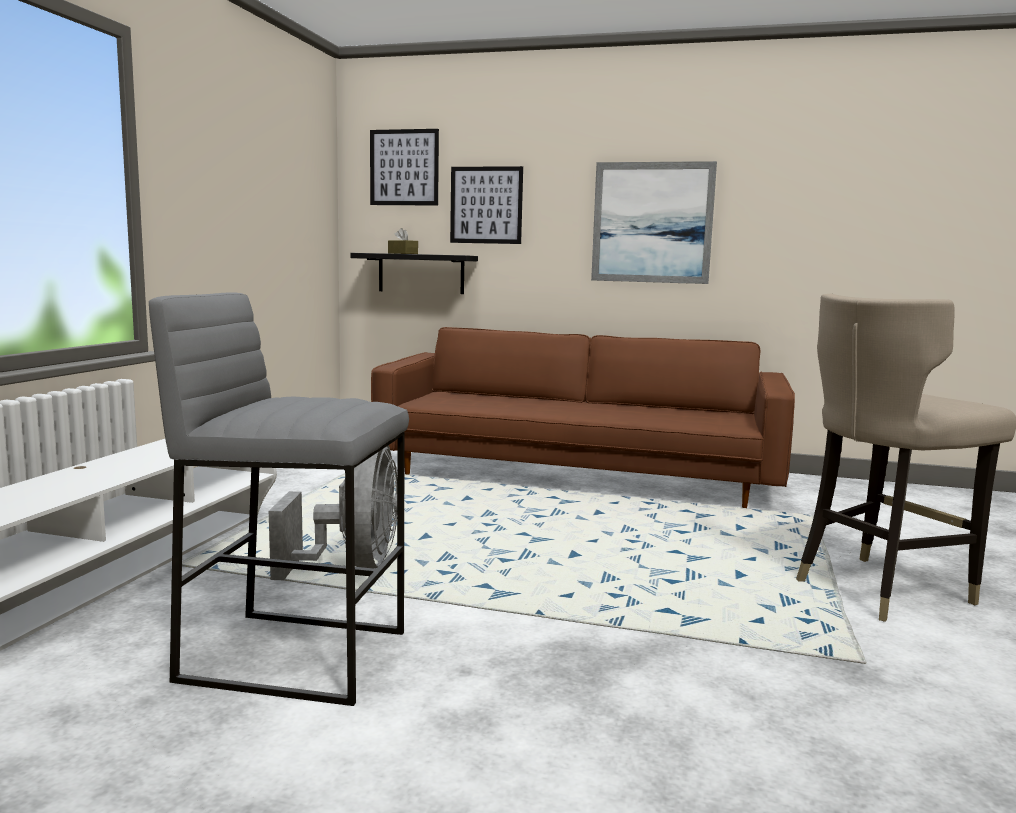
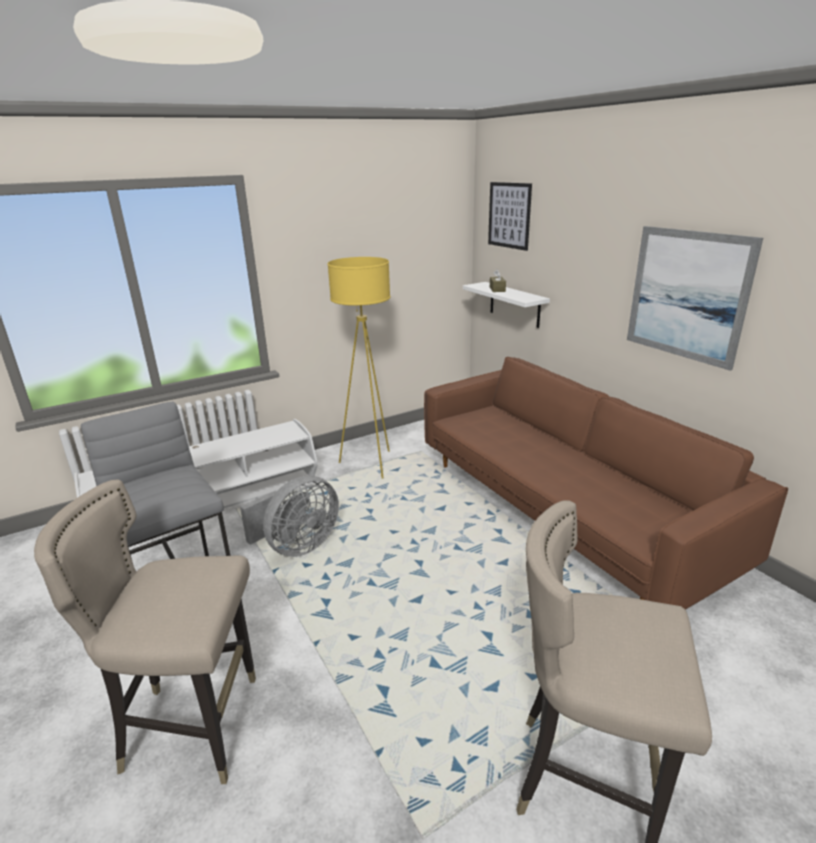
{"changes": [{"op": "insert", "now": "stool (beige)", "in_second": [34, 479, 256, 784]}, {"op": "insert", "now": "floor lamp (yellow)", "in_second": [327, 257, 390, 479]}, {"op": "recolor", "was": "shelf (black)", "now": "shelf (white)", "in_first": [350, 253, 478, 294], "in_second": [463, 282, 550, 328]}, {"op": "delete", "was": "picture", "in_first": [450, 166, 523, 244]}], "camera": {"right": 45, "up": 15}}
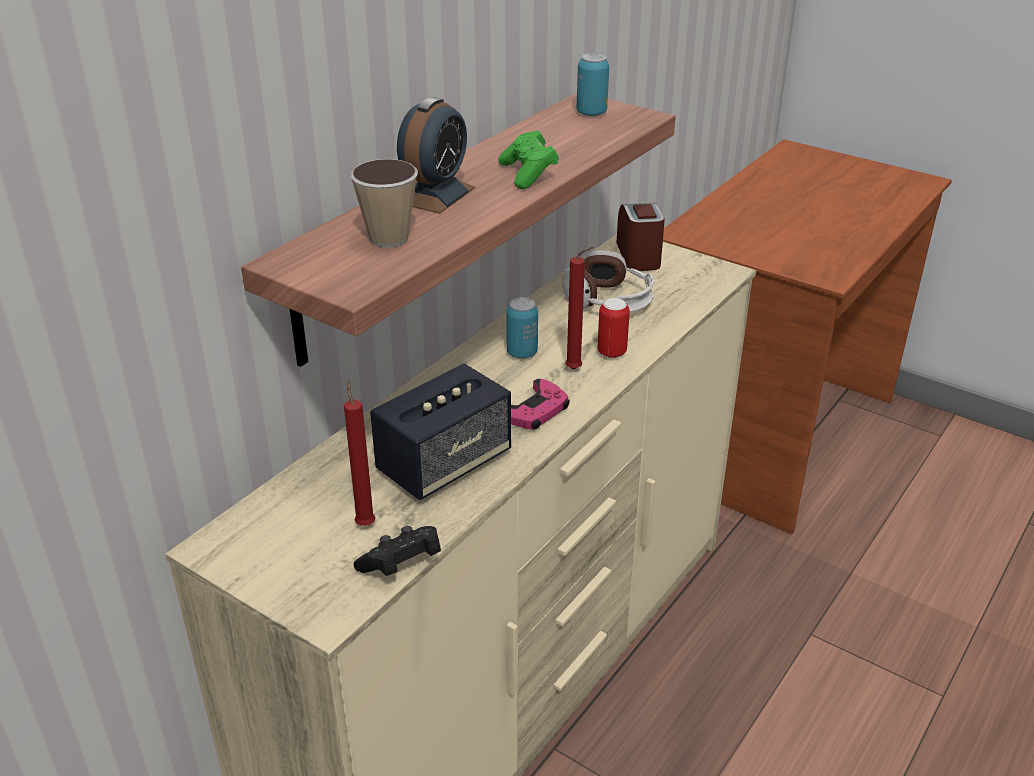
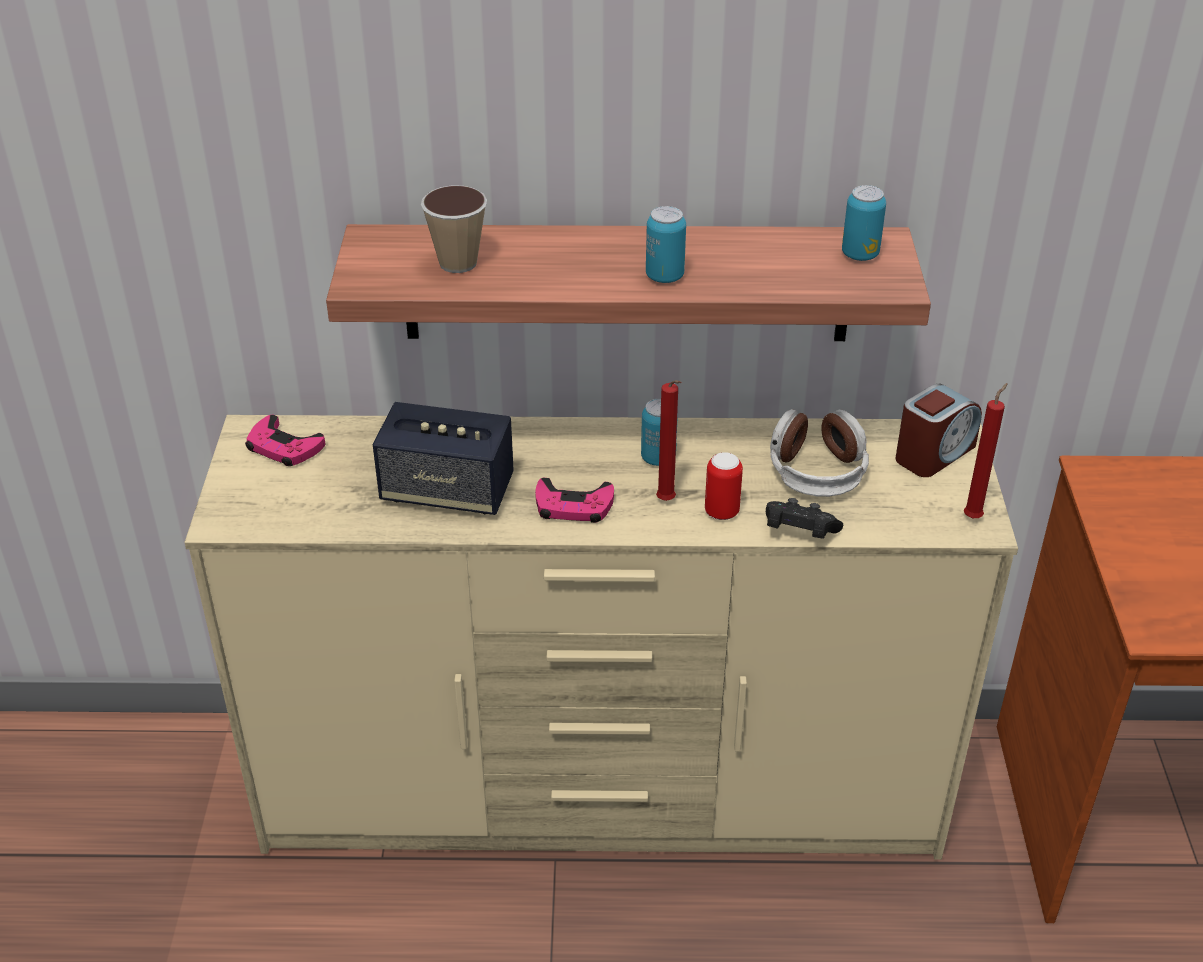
{"changes": [{"op": "insert", "now": "game controller (pink)", "in_second": [245, 415, 325, 466]}, {"op": "replace", "was": "game controller (green)", "now": "can", "in_first": [498, 130, 559, 189], "in_second": [646, 206, 686, 283]}, {"op": "move", "was": "game controller (black)", "in_first": [353, 526, 441, 576], "in_second": [766, 498, 843, 539]}, {"op": "move", "was": "candle (red)", "in_first": [344, 379, 376, 526], "in_second": [964, 383, 1008, 518]}, {"op": "delete", "was": "alarm clock", "in_first": [397, 97, 475, 214]}], "camera": {"right": 55, "up": 5}}
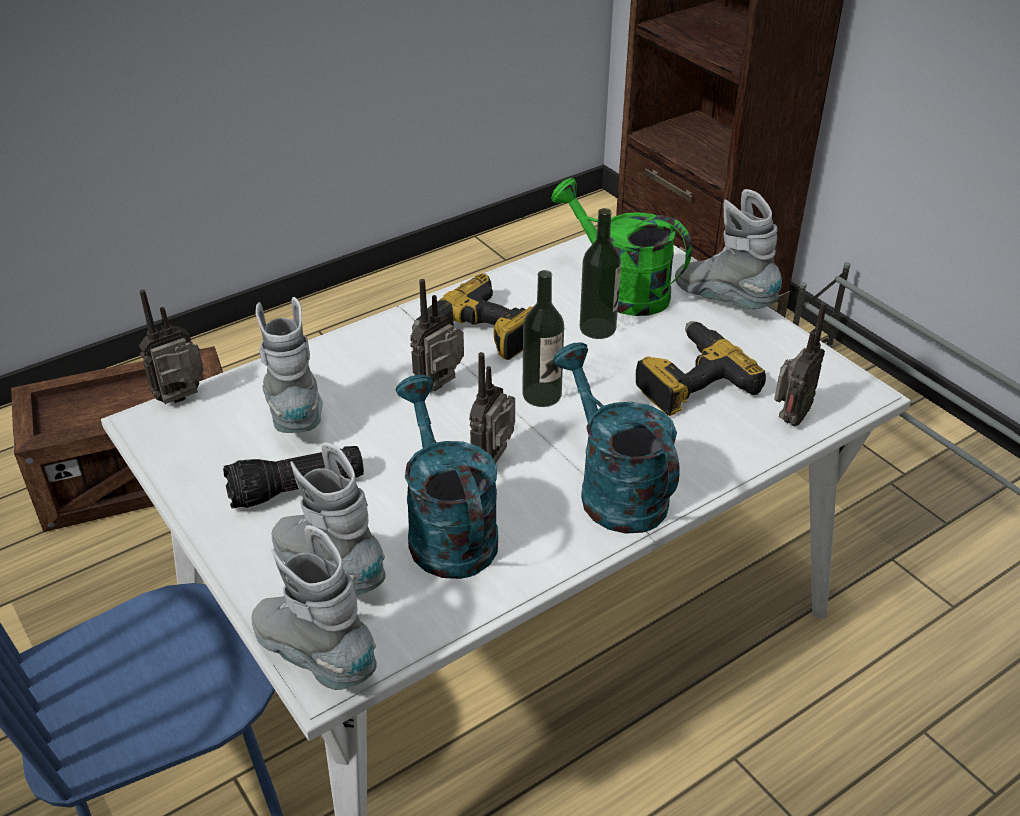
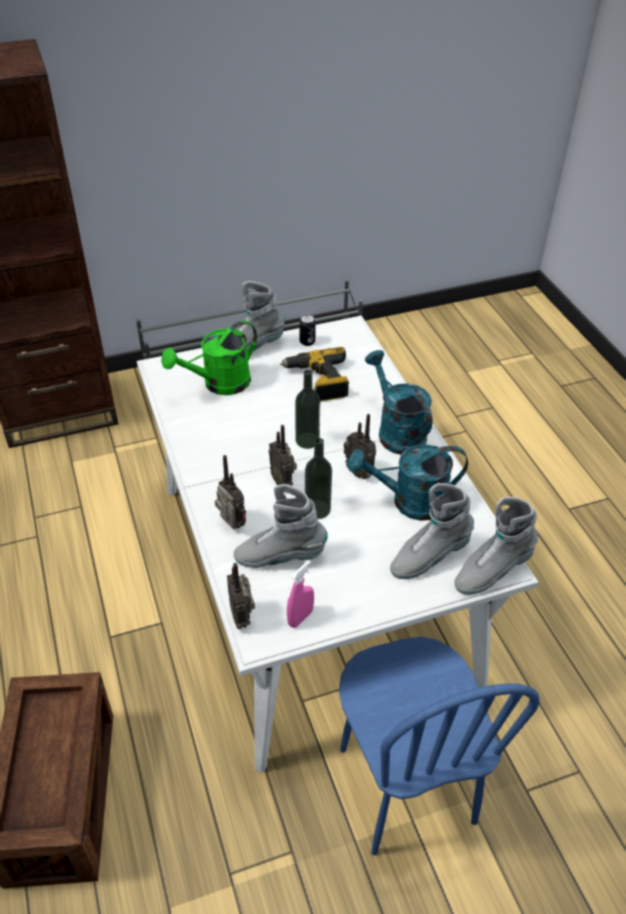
{"changes": [{"op": "move", "was": "radio", "in_first": [774, 302, 827, 426], "in_second": [215, 455, 246, 529]}, {"op": "insert", "now": "spray bottle (pink)", "in_second": [287, 560, 314, 628]}, {"op": "insert", "now": "can", "in_second": [300, 314, 316, 346]}, {"op": "move", "was": "bottle", "in_first": [580, 208, 621, 339], "in_second": [305, 438, 332, 519]}, {"op": "rotate", "was": "watering can (turquoise)", "in_first": [553, 342, 680, 534], "in_second": [365, 350, 432, 455], "clockwise": 75}, {"op": "delete", "was": "flashlight", "in_first": [223, 446, 364, 509]}, {"op": "delete", "was": "power drill", "in_first": [412, 273, 533, 360]}], "camera": {"right": -75, "up": 5}}
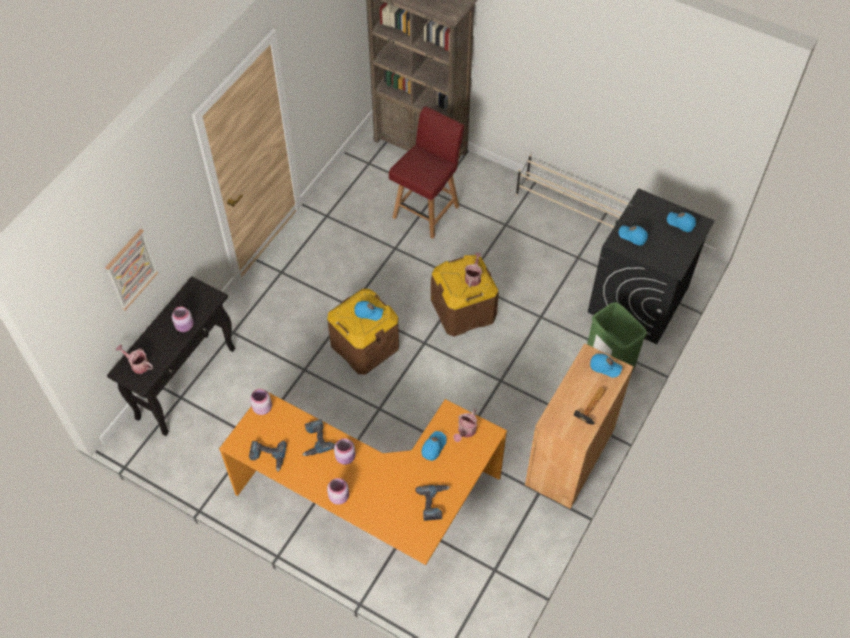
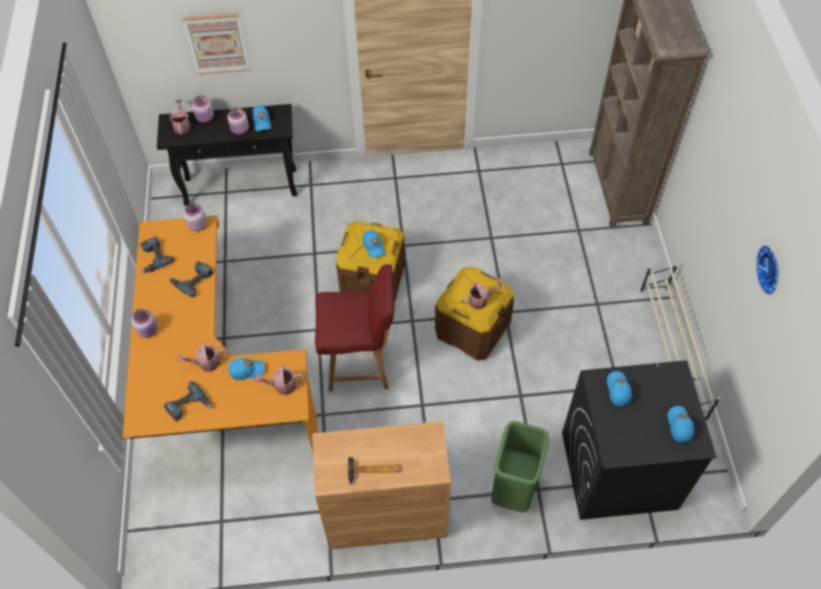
{"changes": [{"op": "insert", "now": "watering can", "in_second": [178, 342, 227, 372]}, {"op": "move", "was": "jar (pink)", "in_first": [334, 438, 356, 465], "in_second": [192, 95, 214, 123]}, {"op": "move", "was": "cap (blue)", "in_first": [590, 354, 622, 378], "in_second": [252, 105, 271, 131]}, {"op": "move", "was": "chair (red)", "in_first": [389, 106, 464, 239], "in_second": [315, 264, 395, 392]}, {"op": "insert", "now": "wall clock", "in_second": [756, 245, 779, 295]}], "camera": {"right": 55, "up": 0}}
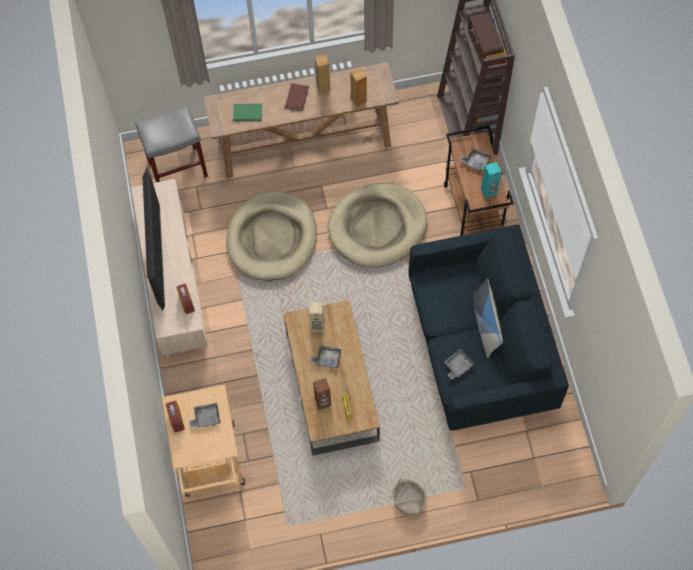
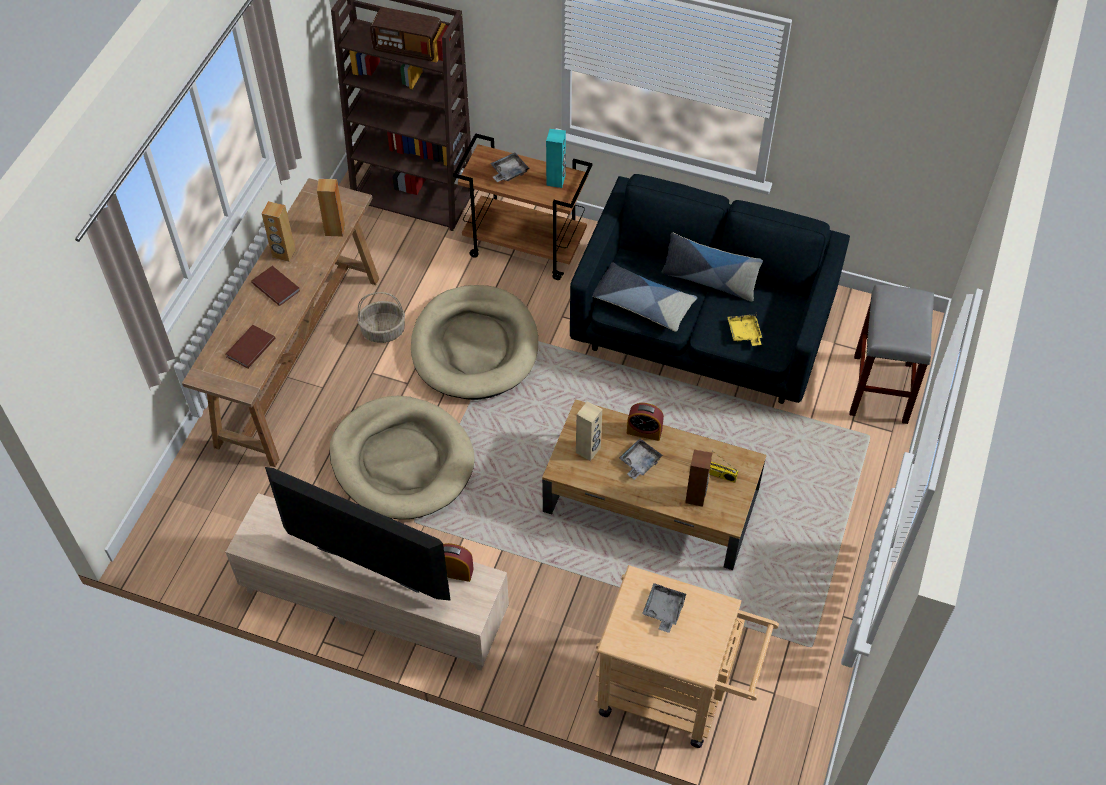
{"changes": [{"op": "recolor", "was": "book (green)", "now": "book (brown)", "in_first": [233, 104, 262, 121], "in_second": [226, 325, 275, 369]}, {"op": "move", "was": "basket", "in_first": [392, 479, 427, 516], "in_second": [357, 292, 405, 343]}, {"op": "insert", "now": "pillow", "in_second": [592, 262, 697, 332]}, {"op": "move", "was": "alarm clock", "in_first": [166, 401, 185, 433], "in_second": [627, 403, 664, 441]}, {"op": "recolor", "was": "tray (grey)", "now": "tray (yellow)", "in_first": [444, 349, 474, 379], "in_second": [727, 313, 762, 346]}, {"op": "move", "was": "stool (grey)", "in_first": [135, 105, 208, 182], "in_second": [849, 285, 934, 424]}], "camera": {"right": -60, "up": -10}}
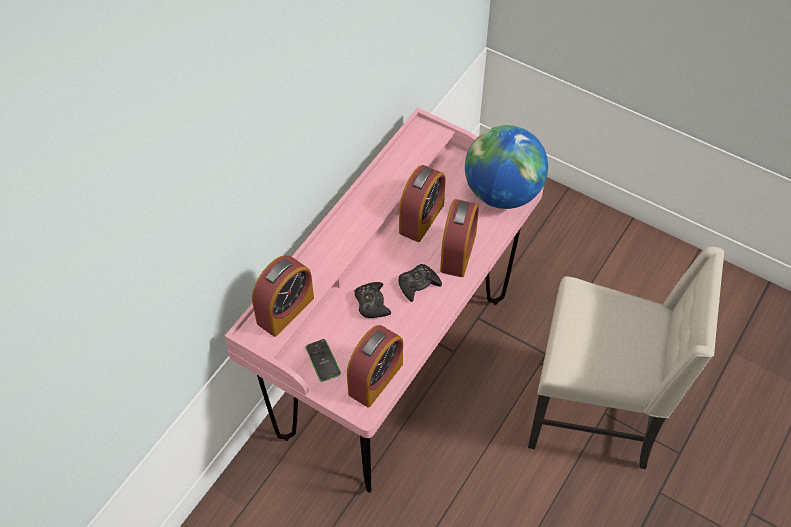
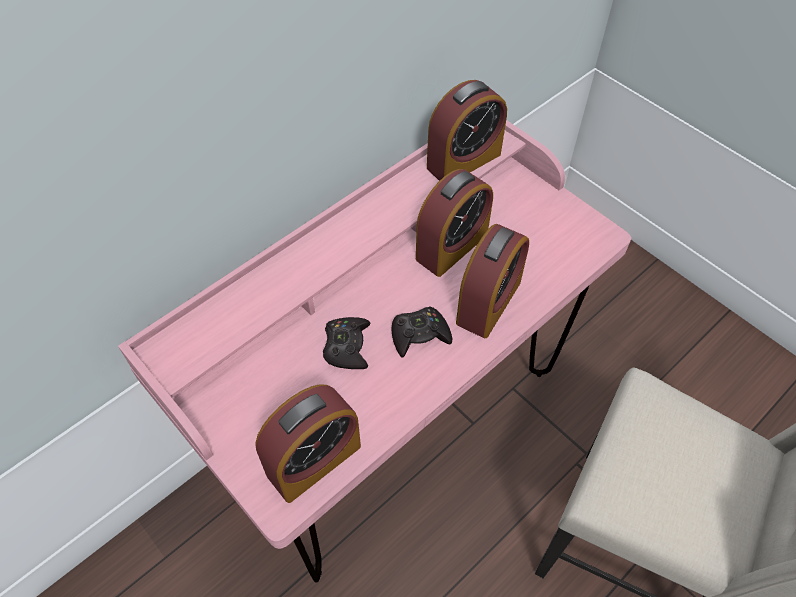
{"changes": [{"op": "move", "was": "alarm clock", "in_first": [252, 255, 314, 337], "in_second": [427, 80, 507, 181]}, {"op": "delete", "was": "phone", "in_first": [305, 339, 341, 382]}, {"op": "delete", "was": "globe", "in_first": [465, 125, 548, 209]}], "camera": {"right": 15, "up": 0}}
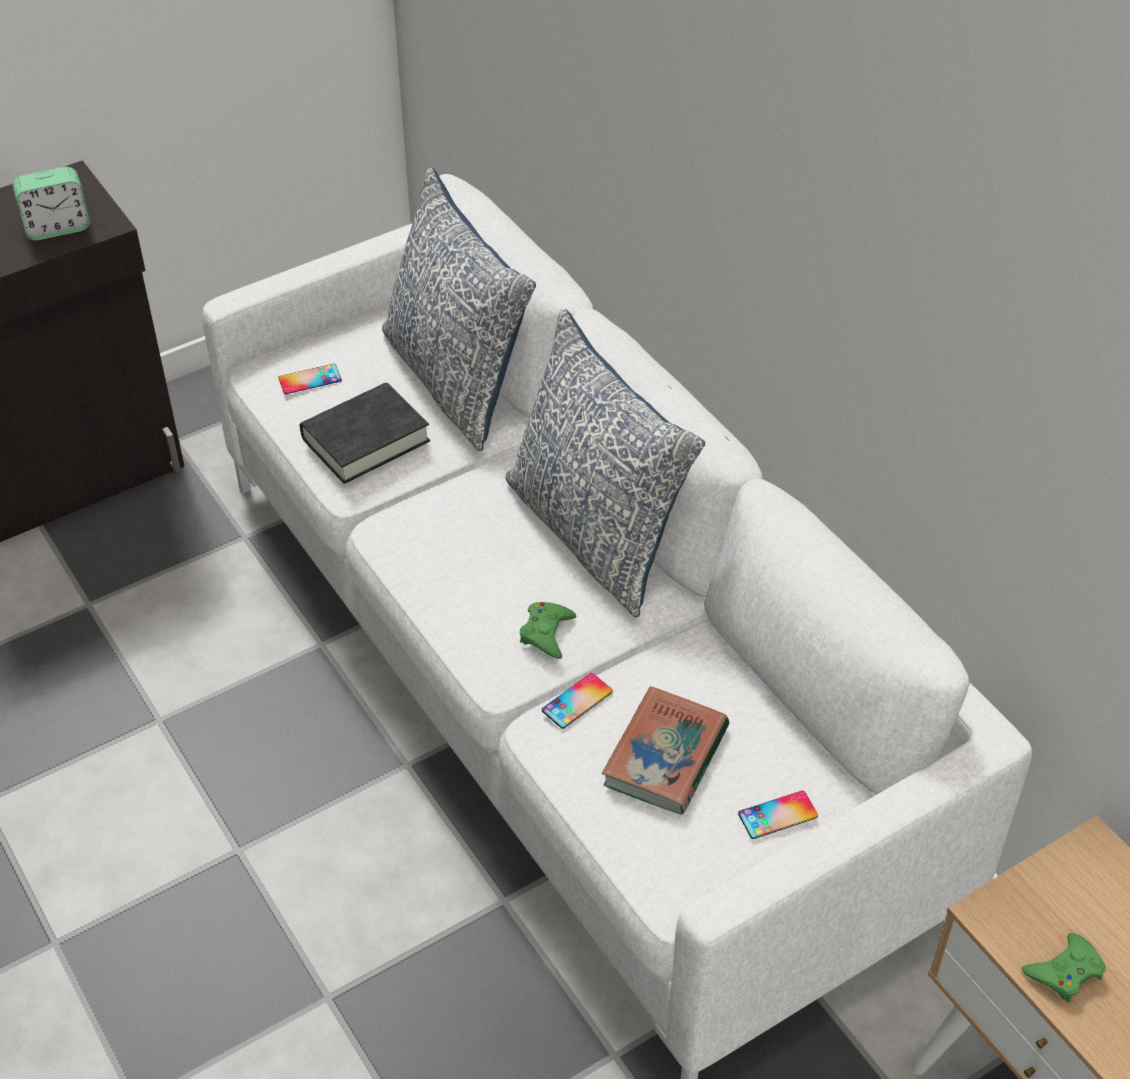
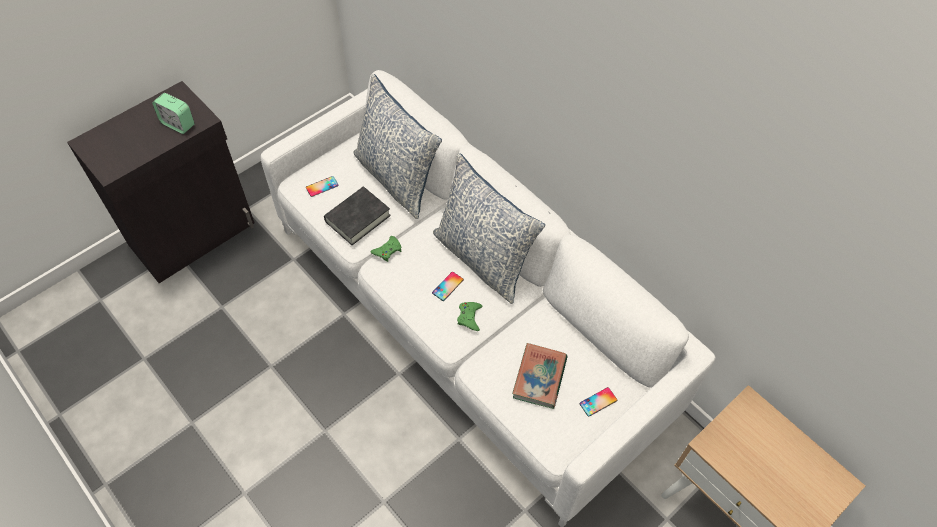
{"changes": [{"op": "rotate", "was": "alarm clock", "in_first": [12, 167, 90, 241], "in_second": [152, 93, 195, 134], "clockwise": 60}, {"op": "move", "was": "game controller (green)", "in_first": [1021, 933, 1106, 1003], "in_second": [370, 236, 402, 262]}, {"op": "move", "was": "phone", "in_first": [542, 673, 613, 729], "in_second": [432, 272, 464, 301]}], "camera": {"right": -10, "up": 10}}
